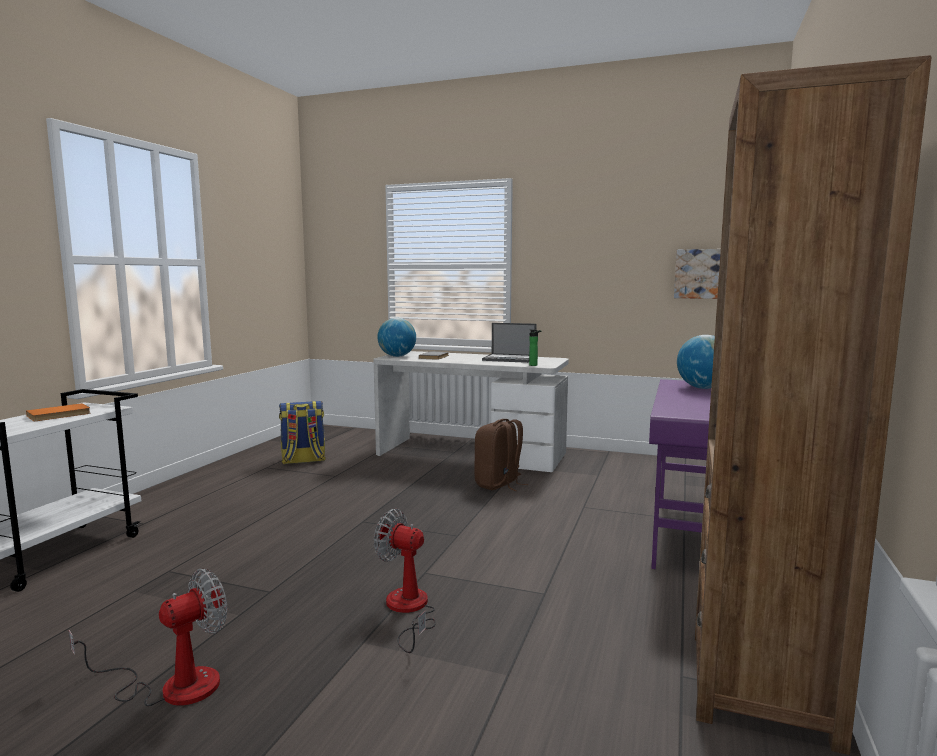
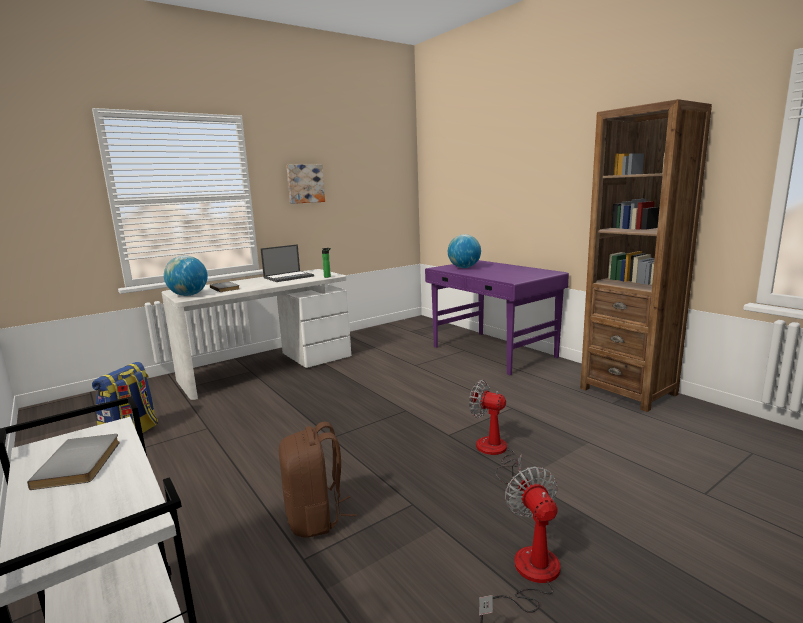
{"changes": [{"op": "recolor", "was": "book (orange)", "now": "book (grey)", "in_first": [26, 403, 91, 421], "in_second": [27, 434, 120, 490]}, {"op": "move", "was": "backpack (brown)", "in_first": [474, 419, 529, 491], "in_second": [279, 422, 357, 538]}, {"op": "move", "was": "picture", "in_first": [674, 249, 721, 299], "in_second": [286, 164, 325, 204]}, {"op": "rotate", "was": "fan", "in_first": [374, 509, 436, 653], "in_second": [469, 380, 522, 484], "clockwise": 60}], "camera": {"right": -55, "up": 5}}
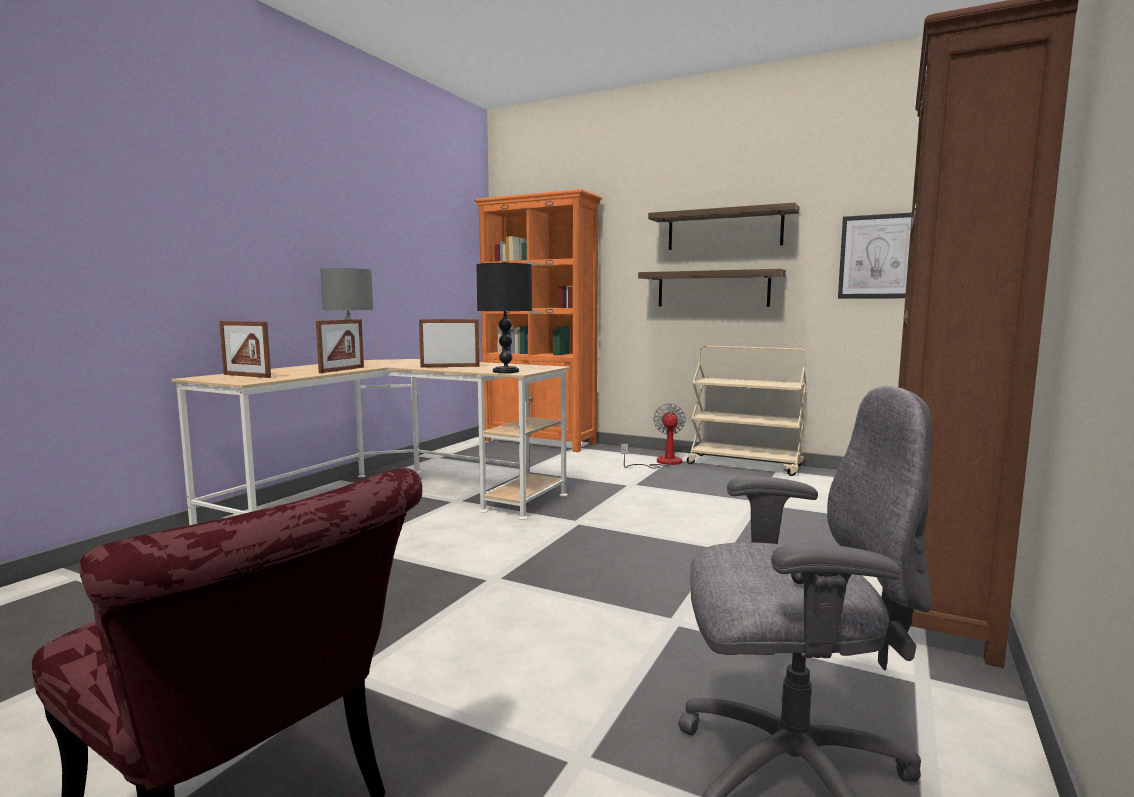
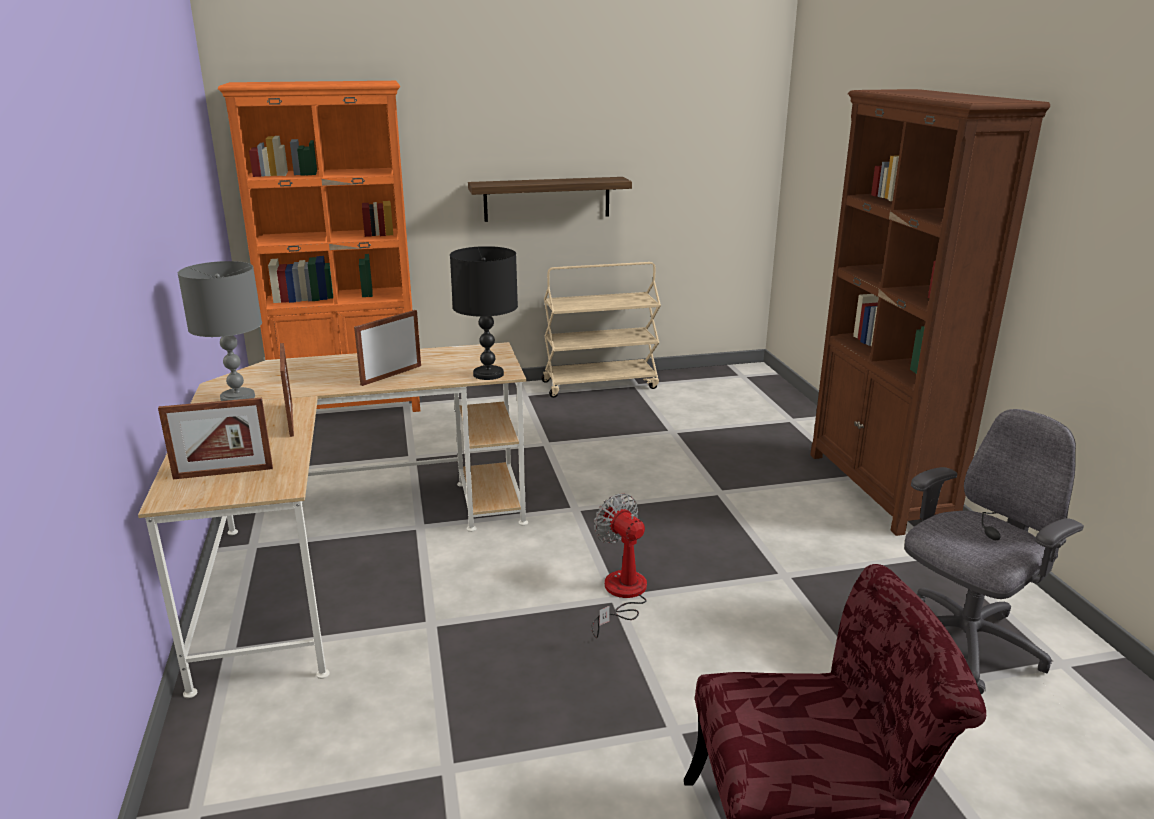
{"changes": [{"op": "move", "was": "fan", "in_first": [621, 403, 686, 468], "in_second": [591, 494, 647, 638]}, {"op": "delete", "was": "shelf", "in_first": [648, 202, 799, 250]}, {"op": "delete", "was": "picture", "in_first": [838, 212, 912, 299]}], "camera": {"right": -40, "up": 15}}
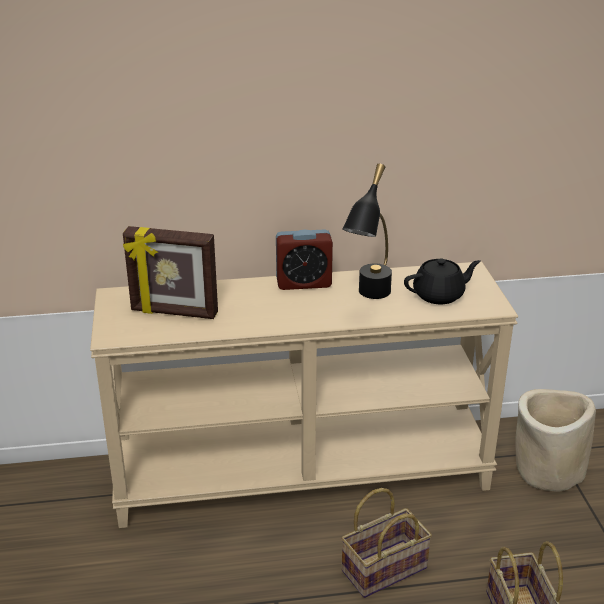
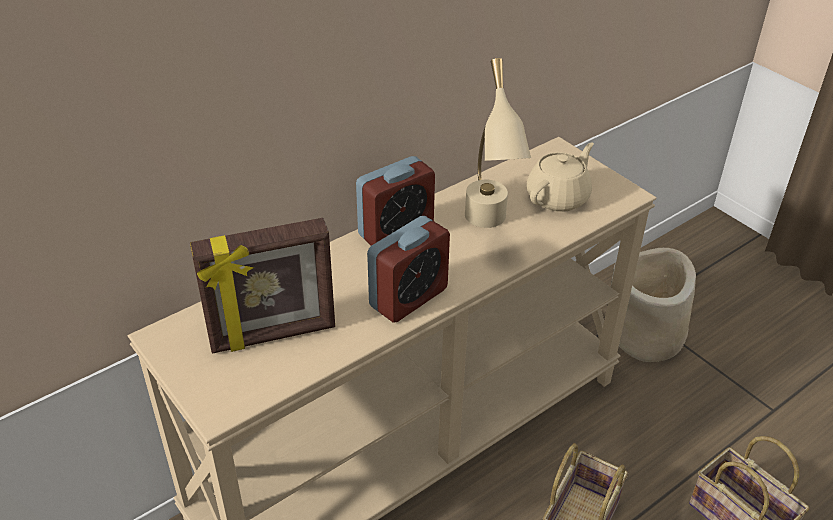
{"changes": [{"op": "insert", "now": "alarm clock", "in_second": [367, 216, 450, 323]}, {"op": "recolor", "was": "table lamp (black)", "now": "table lamp (beige)", "in_first": [343, 164, 392, 299], "in_second": [465, 58, 531, 228]}, {"op": "recolor", "was": "teapot (black)", "now": "teapot (beige)", "in_first": [404, 259, 481, 304], "in_second": [527, 142, 594, 212]}], "camera": {"right": -30, "up": 10}}
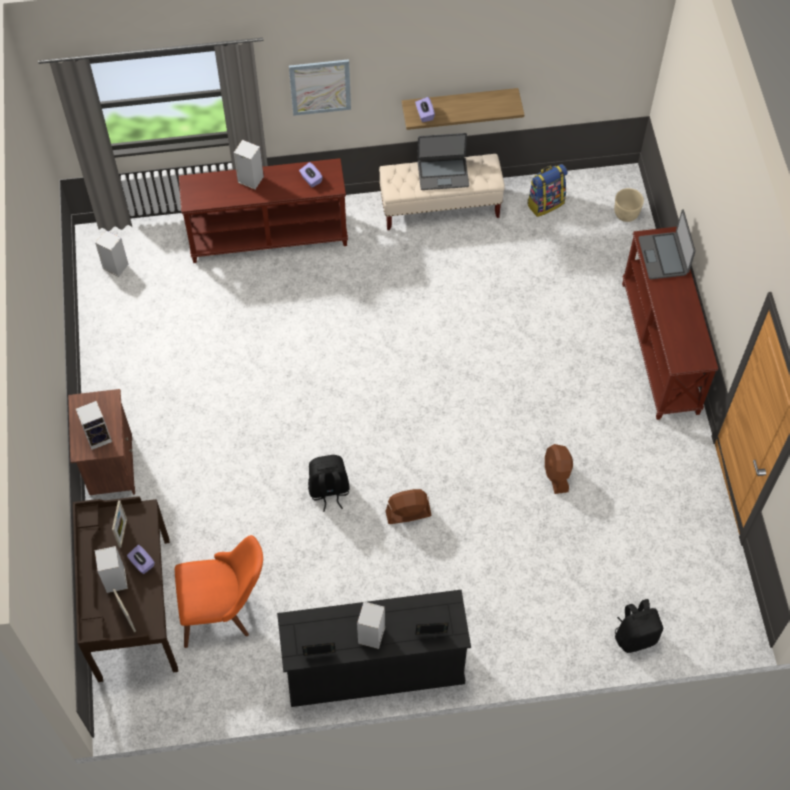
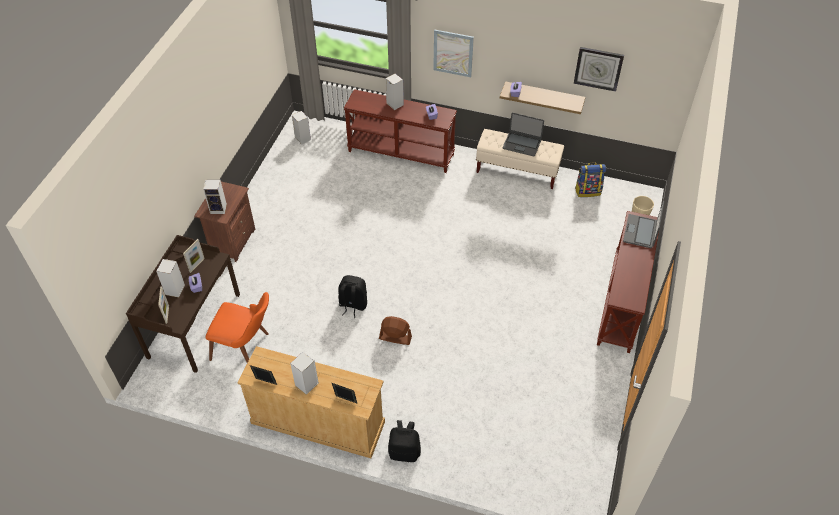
{"changes": [{"op": "recolor", "was": "dresser (black)", "now": "dresser (beige)", "in_first": [277, 590, 471, 707], "in_second": [237, 346, 385, 458]}, {"op": "move", "was": "backpack (black)", "in_first": [615, 599, 663, 653], "in_second": [388, 420, 421, 462]}, {"op": "insert", "now": "wall clock", "in_second": [574, 47, 624, 92]}, {"op": "delete", "was": "fan (brown)", "in_first": [545, 444, 573, 494]}], "camera": {"right": 25, "up": -10}}
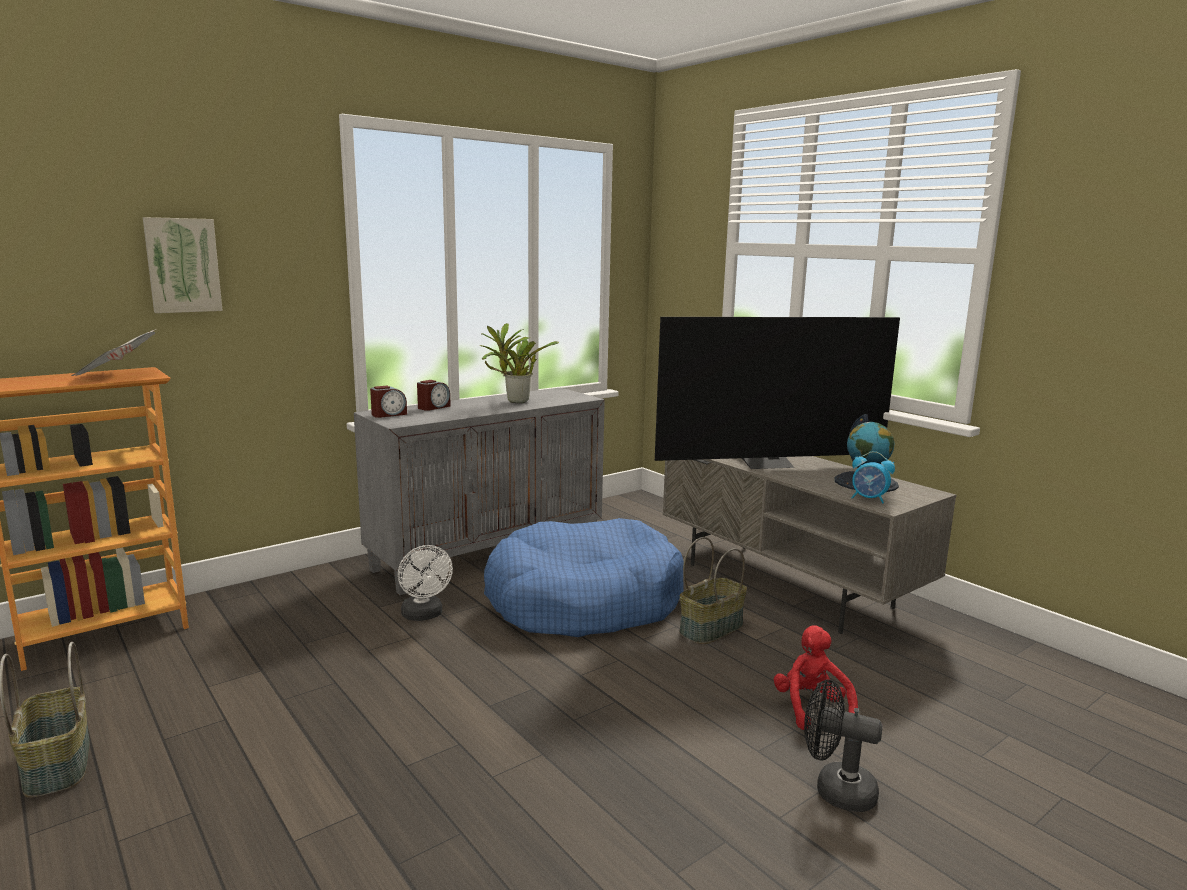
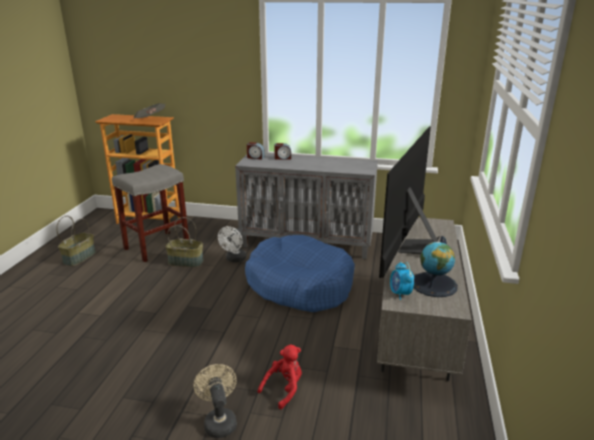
{"changes": [{"op": "insert", "now": "stool (grey)", "in_second": [112, 164, 189, 262]}, {"op": "move", "was": "basket", "in_first": [679, 537, 747, 645], "in_second": [165, 217, 204, 267]}, {"op": "recolor", "was": "fan (black)", "now": "fan (beige)", "in_first": [804, 680, 883, 812], "in_second": [194, 364, 237, 438]}, {"op": "rotate", "was": "television", "in_first": [655, 317, 900, 469], "in_second": [379, 126, 440, 278], "clockwise": 75}, {"op": "delete", "was": "picture", "in_first": [143, 217, 223, 313]}, {"op": "delete", "was": "potted plant", "in_first": [480, 323, 559, 403]}], "camera": {"right": 50, "up": 10}}
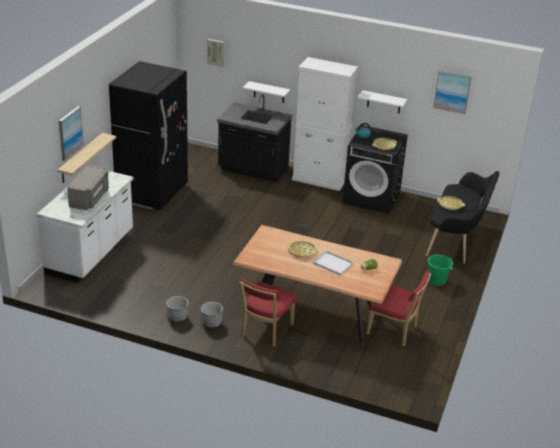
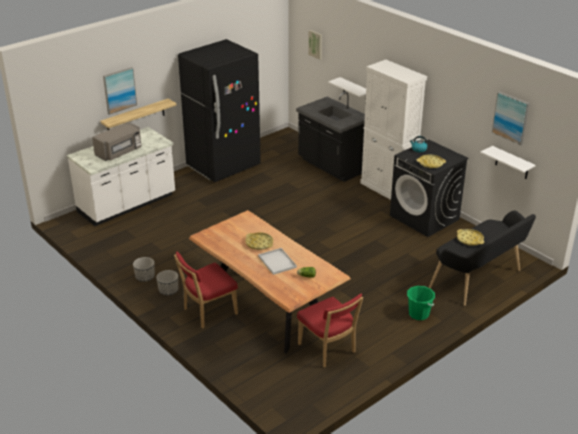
{"changes": [{"op": "move", "was": "shelf (white)", "in_first": [358, 90, 407, 113], "in_second": [480, 146, 536, 179]}], "camera": {"right": 30, "up": 0}}
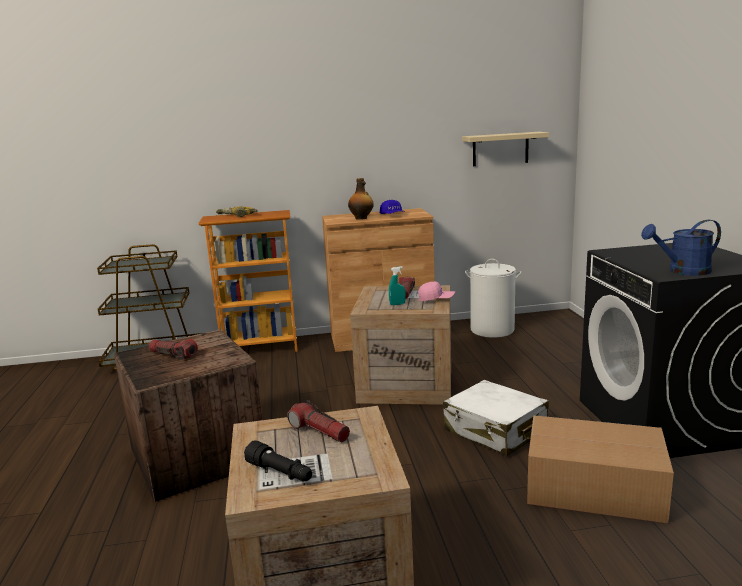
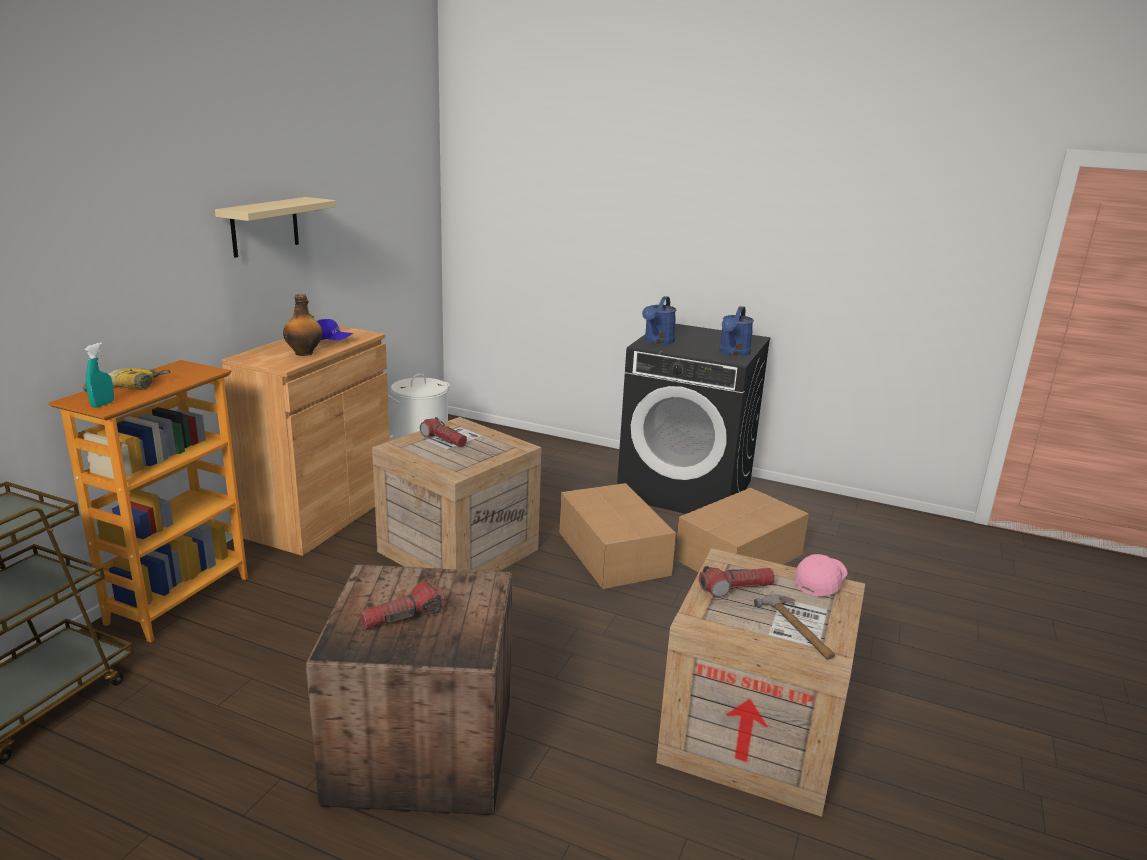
{"changes": [{"op": "move", "was": "spray bottle (turquoise)", "in_first": [389, 266, 406, 305], "in_second": [84, 343, 114, 408]}, {"op": "move", "was": "shelf (beige)", "in_first": [462, 132, 549, 166], "in_second": [215, 197, 336, 258]}, {"op": "replace", "was": "suitcase (white)", "now": "cardboard box", "in_first": [443, 380, 549, 456], "in_second": [560, 483, 676, 589]}, {"op": "insert", "now": "watering can (blue)", "in_second": [642, 296, 676, 345]}, {"op": "replace", "was": "flashlight (black)", "now": "hammer", "in_first": [244, 440, 312, 482], "in_second": [754, 594, 835, 659]}, {"op": "move", "was": "cap (pink)", "in_first": [418, 282, 455, 301], "in_second": [794, 554, 847, 597]}], "camera": {"right": -60, "up": 5}}
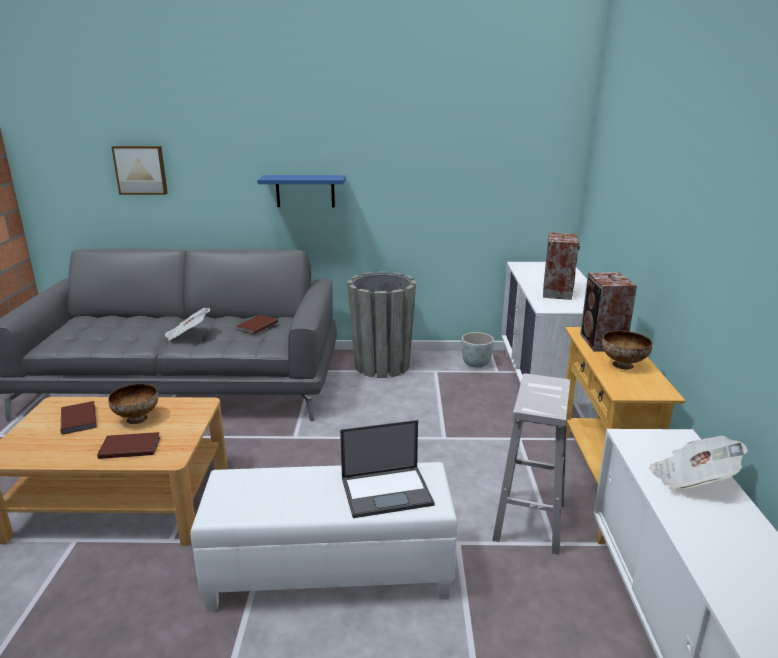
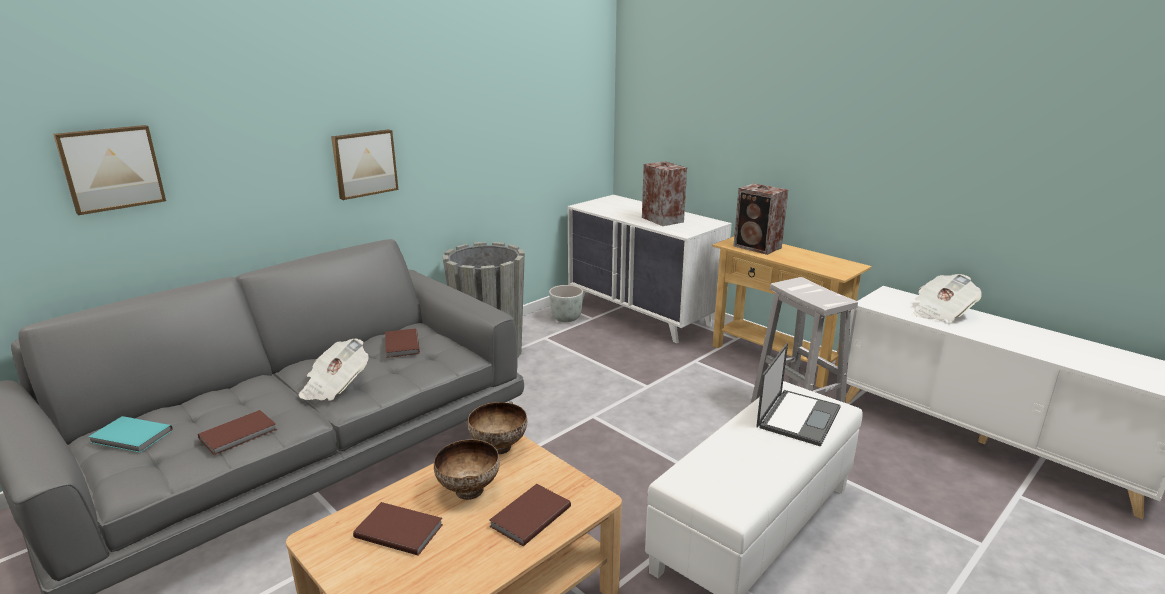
{"changes": [{"op": "insert", "now": "book (turquoise)", "in_second": [88, 416, 173, 453]}, {"op": "insert", "now": "book (brown)", "in_second": [198, 410, 277, 456]}, {"op": "replace", "was": "shelf (blue)", "now": "picture", "in_first": [257, 175, 346, 207], "in_second": [331, 129, 398, 200]}, {"op": "move", "was": "bowl", "in_first": [602, 331, 652, 370], "in_second": [468, 402, 527, 455]}], "camera": {"right": -45, "up": 0}}
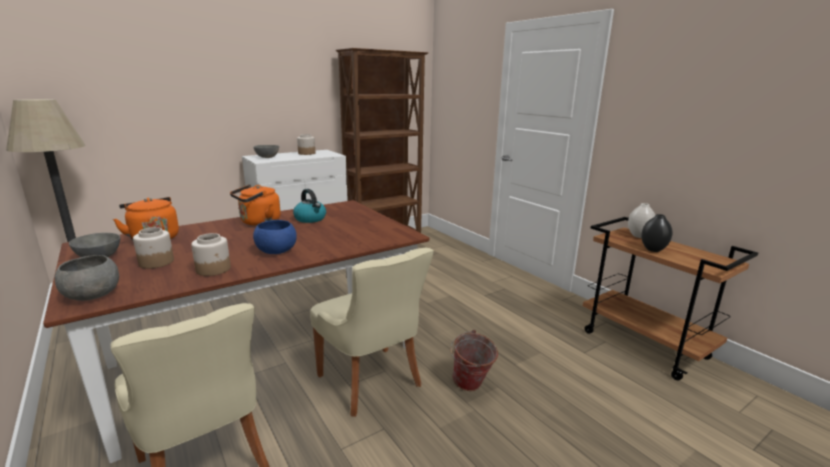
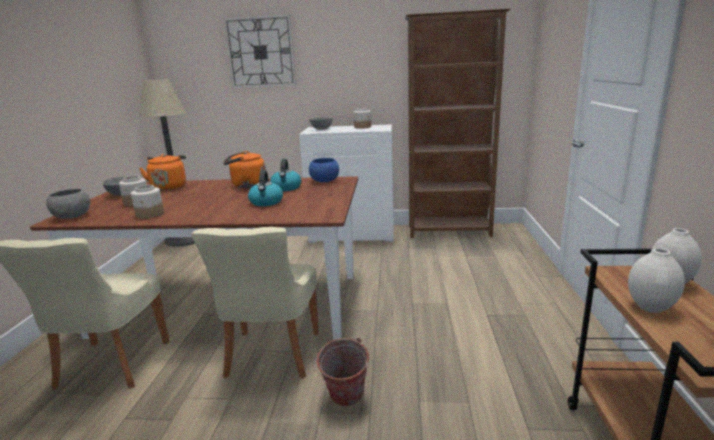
{"changes": [{"op": "insert", "now": "wall clock", "in_second": [223, 14, 296, 88]}, {"op": "insert", "now": "kettle", "in_second": [248, 170, 283, 206]}, {"op": "move", "was": "bowl (blue)", "in_first": [253, 220, 297, 254], "in_second": [309, 158, 339, 182]}, {"op": "recolor", "was": "vase (black)", "now": "vase (white)", "in_first": [641, 214, 673, 252], "in_second": [628, 248, 685, 313]}], "camera": {"right": 40, "up": 0}}
